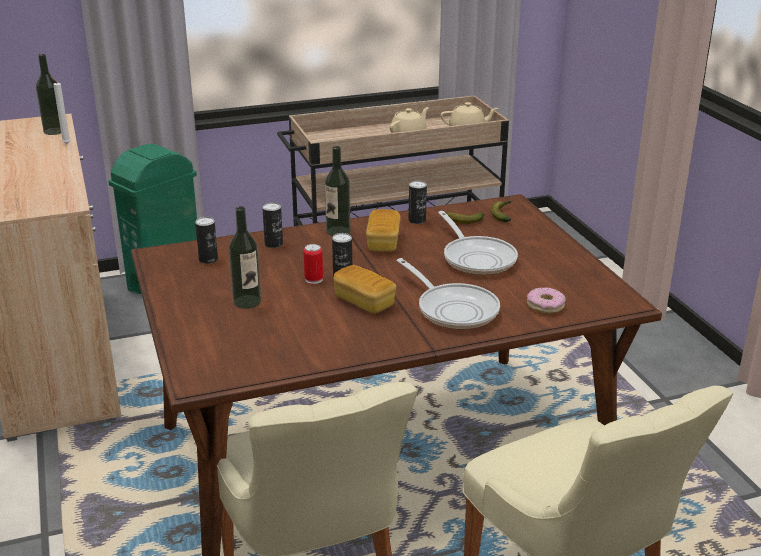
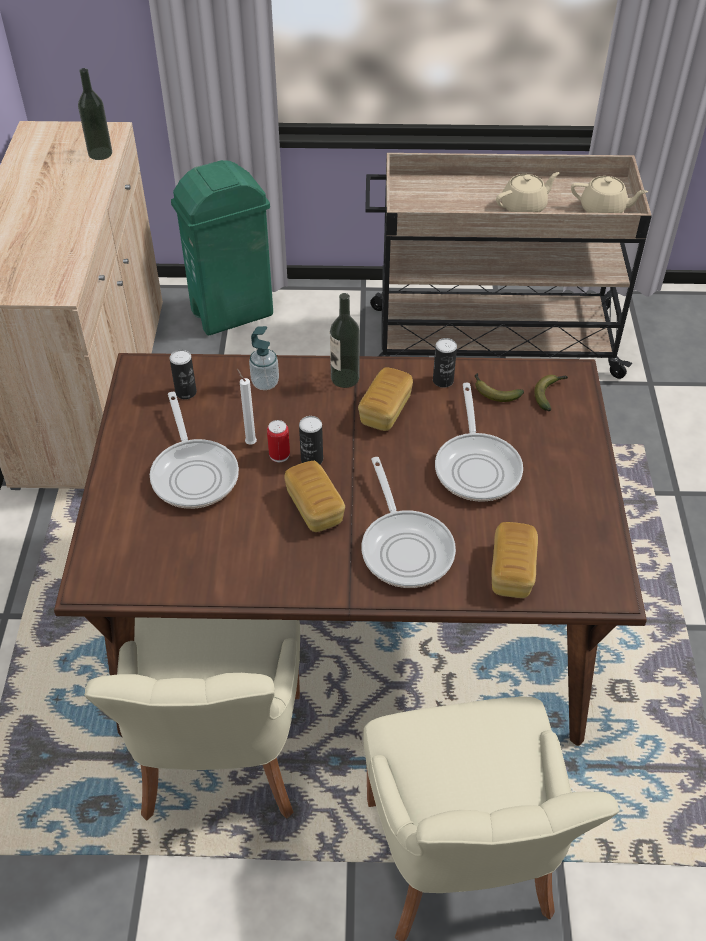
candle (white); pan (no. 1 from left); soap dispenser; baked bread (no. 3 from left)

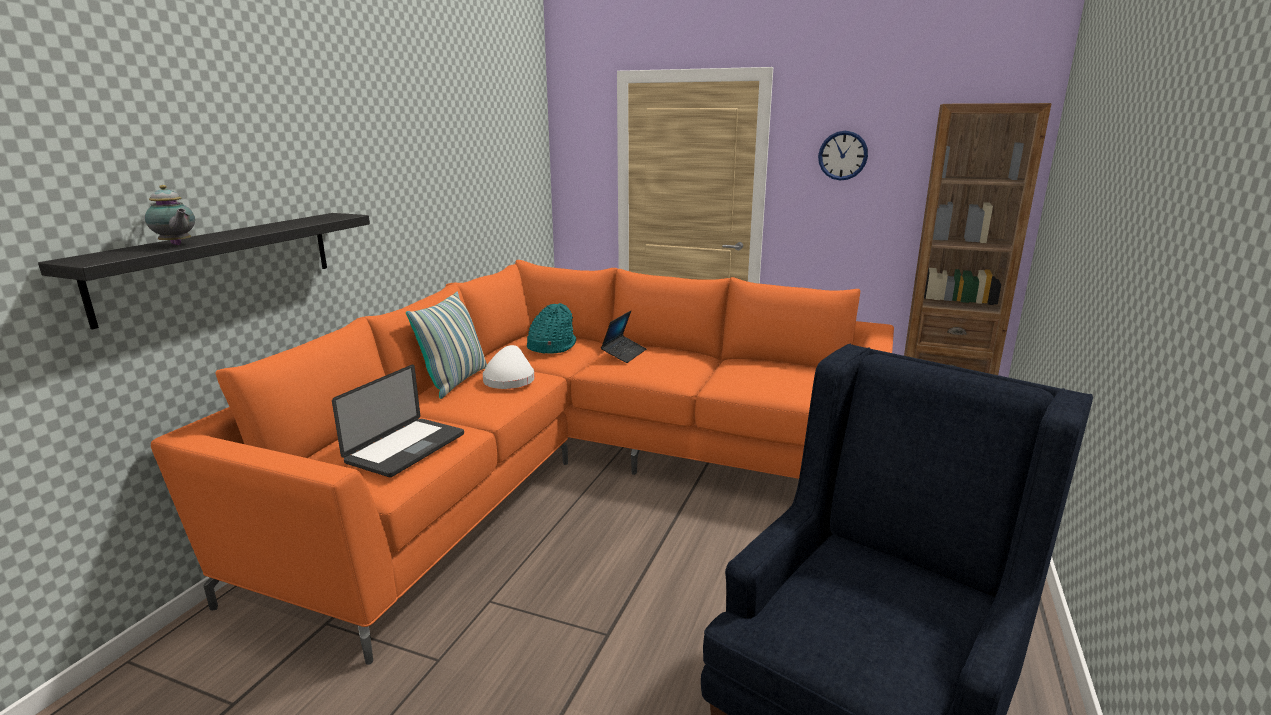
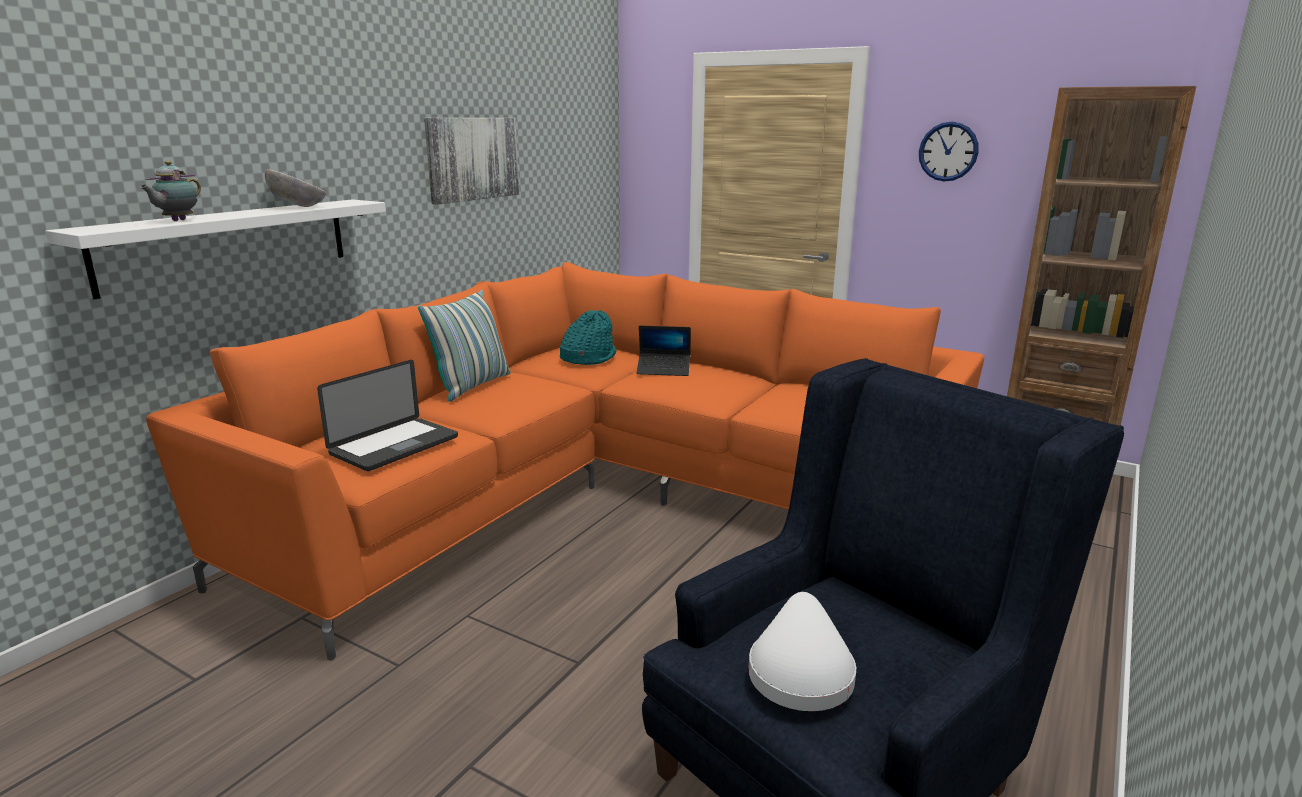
serving bowl; picture; wearable hat (white); shelf (white); teapot; notebook computer (no. 2 from left)

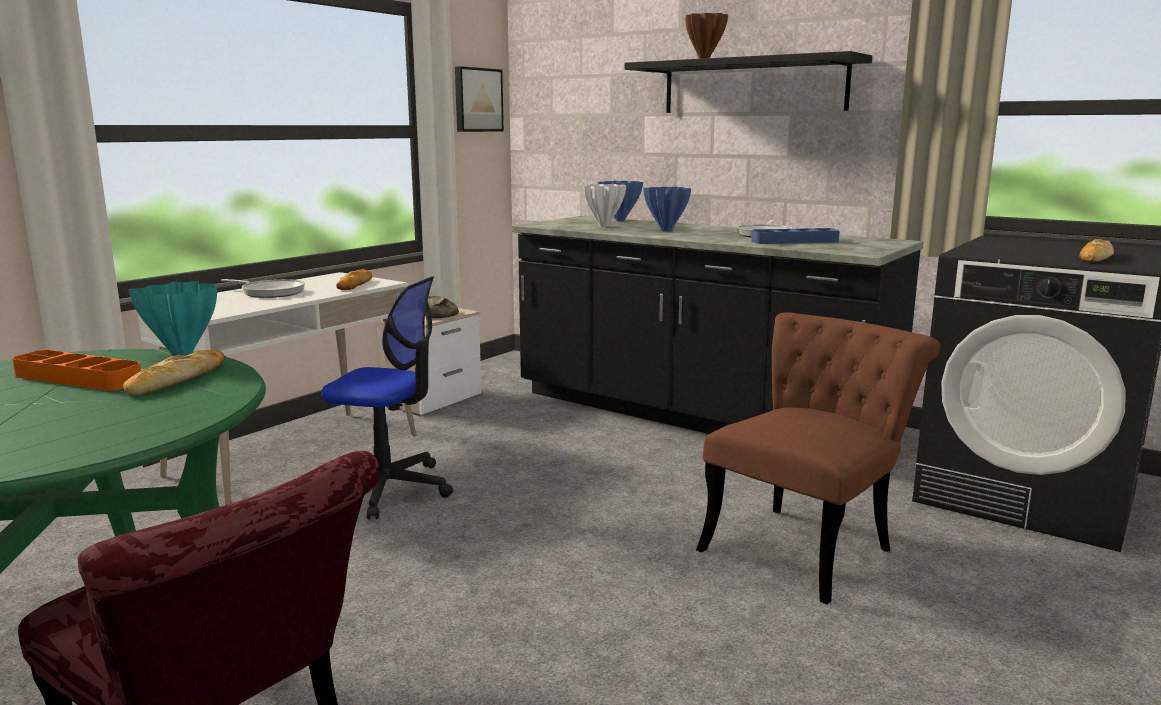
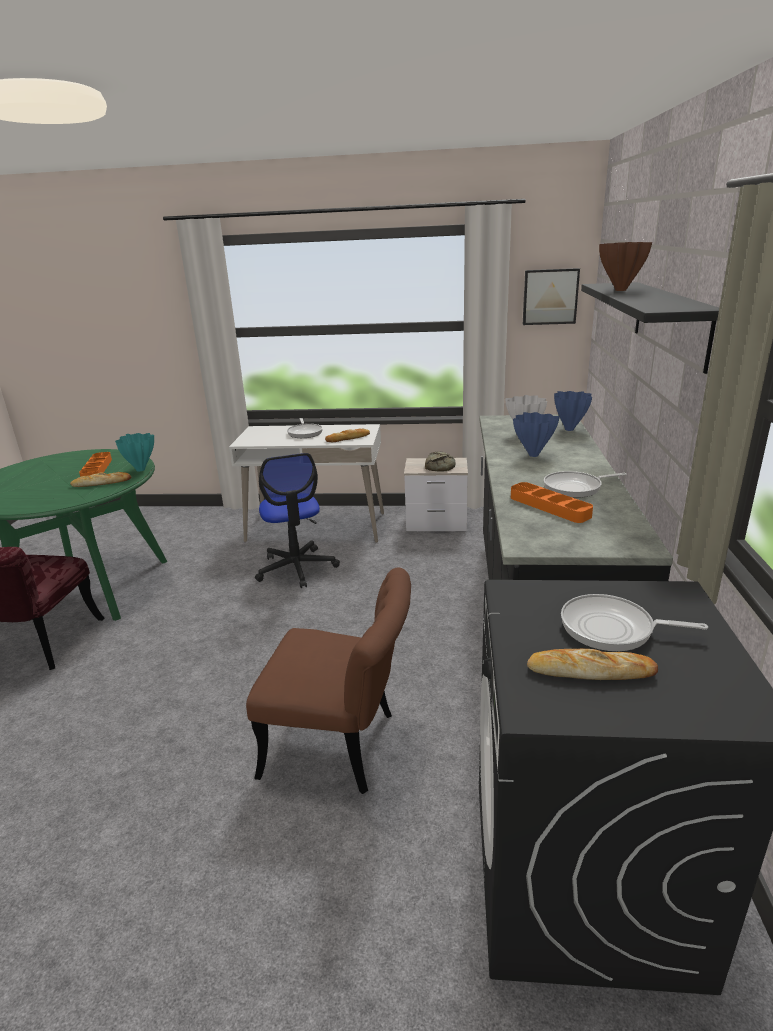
pan (no. 3 from left); tray (orange-coloured) (no. 2 from left)

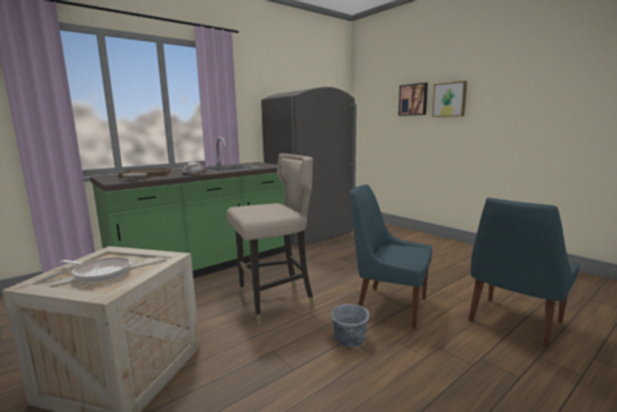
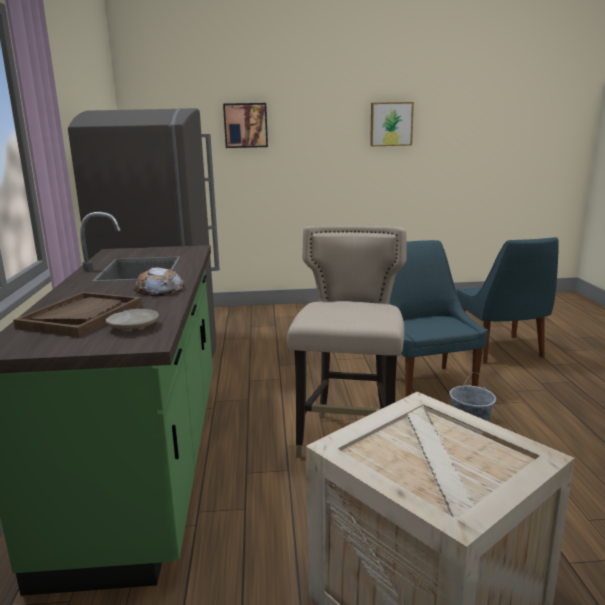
pan; picture (no. 2 from left); plain chair (blue) (no. 1 from left)

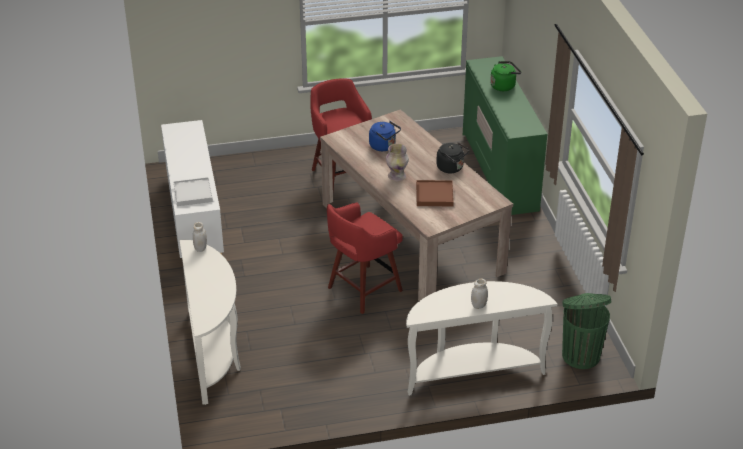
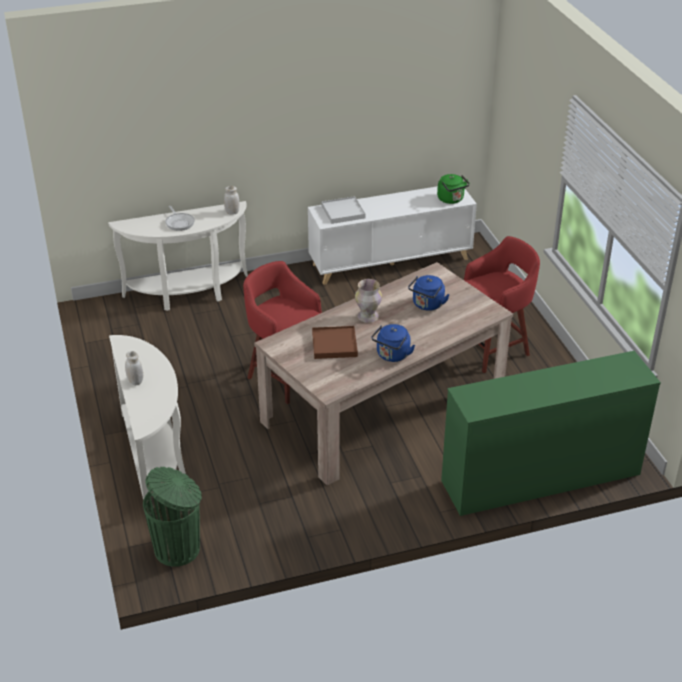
pan; kettle (green); kettle (blue) (no. 1 from left)

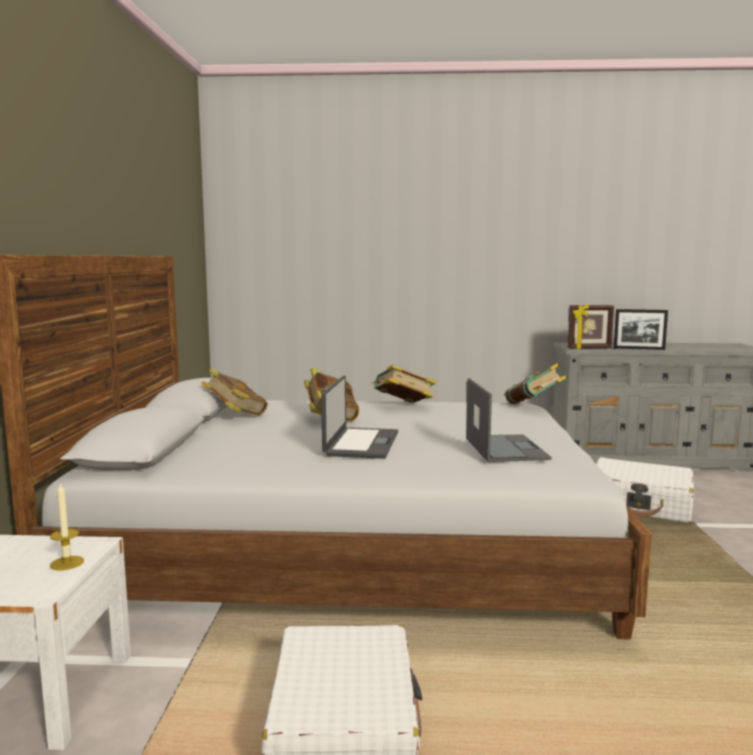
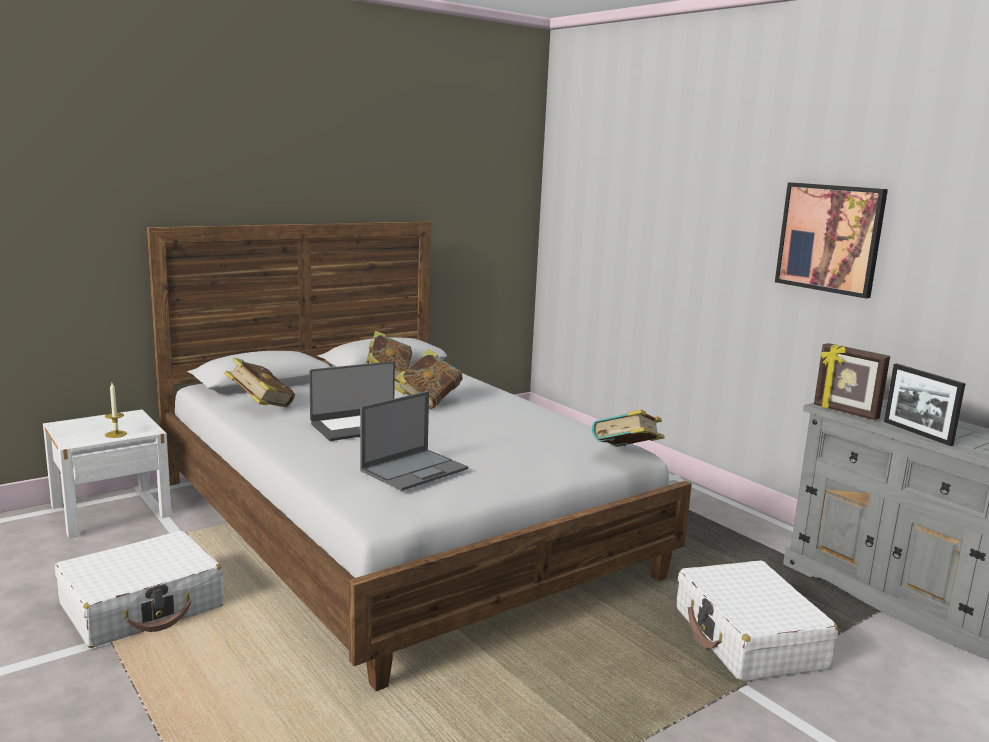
picture; bound book (no. 1 from left)

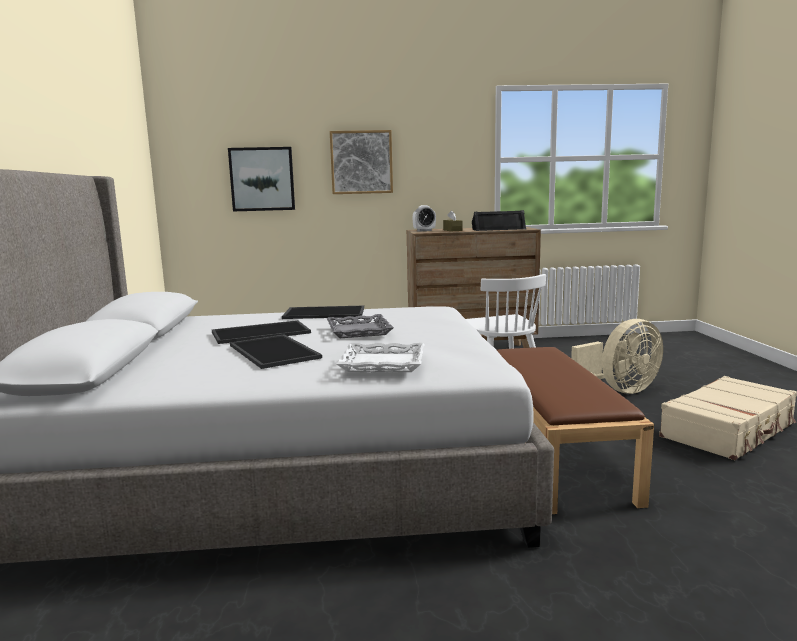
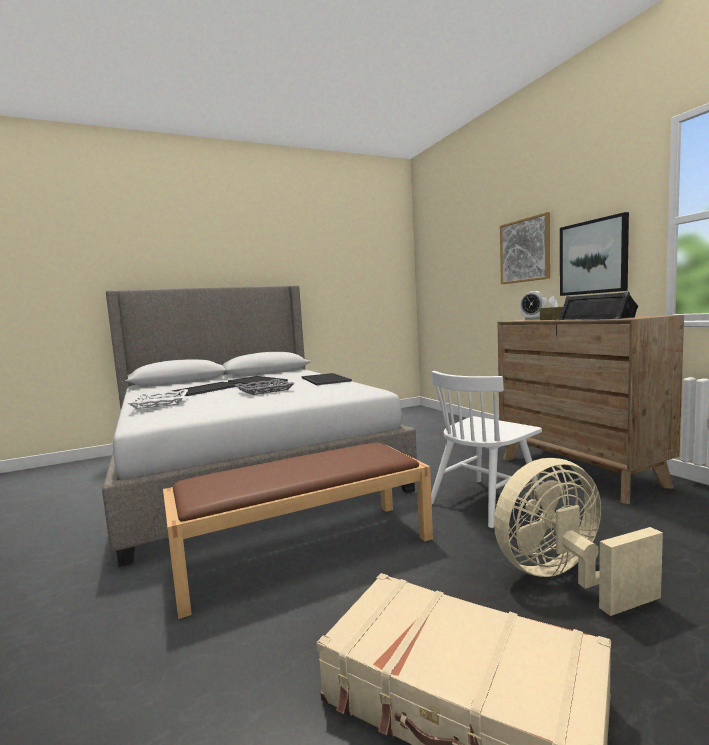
picture (no. 2 from left); cooling fan (sand-coloured)

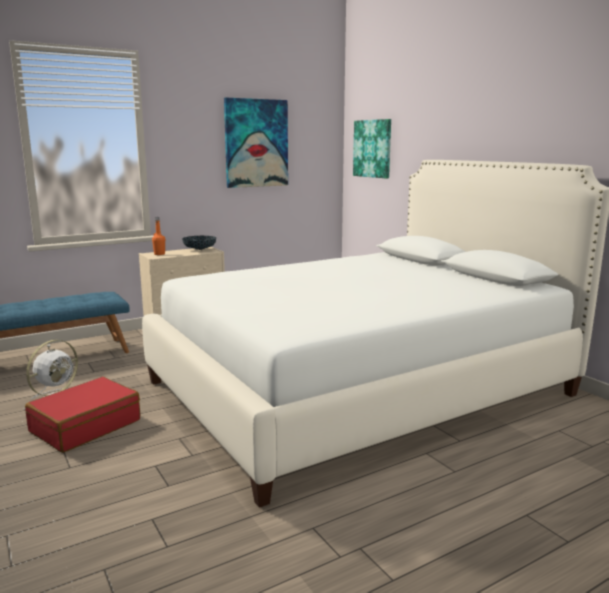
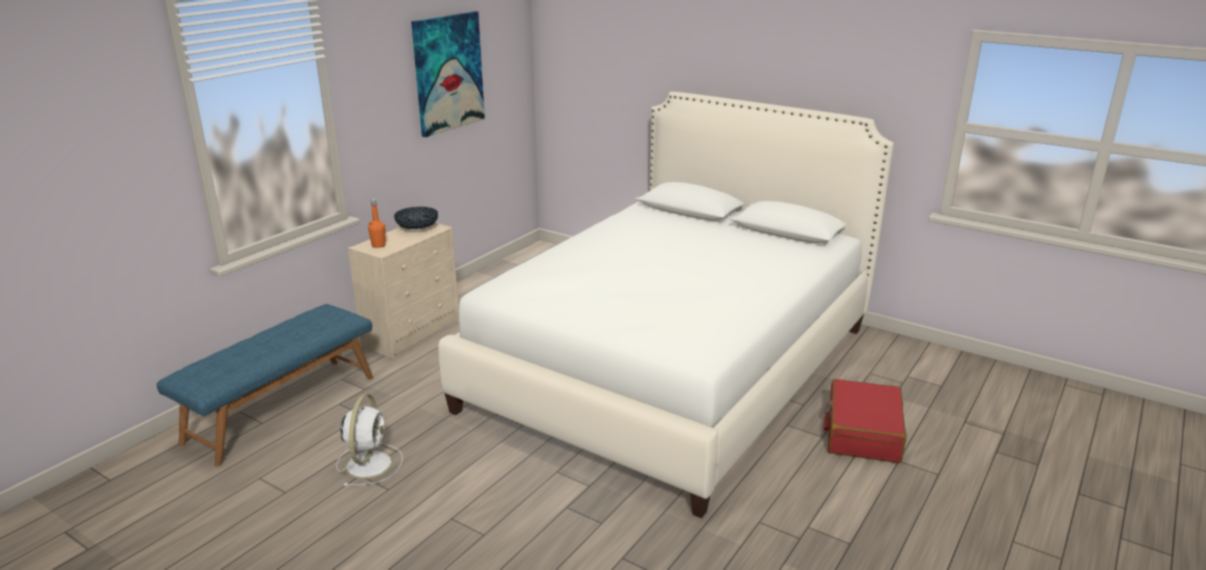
picture (no. 2 from left in the first image); travel case (red-coloured)

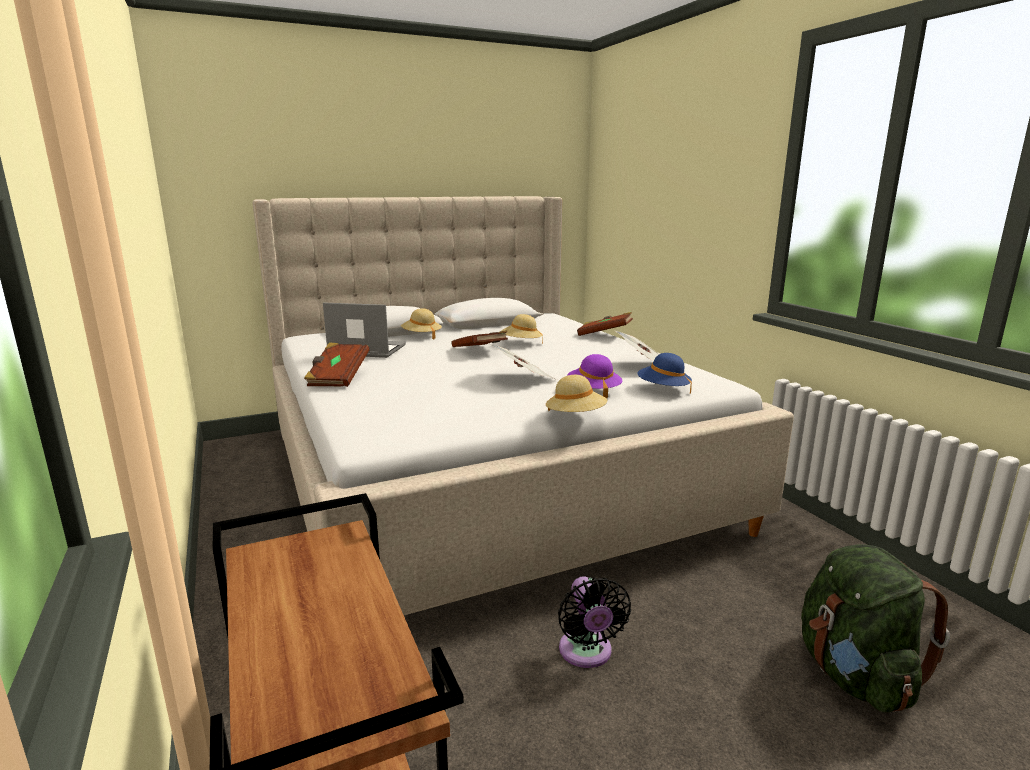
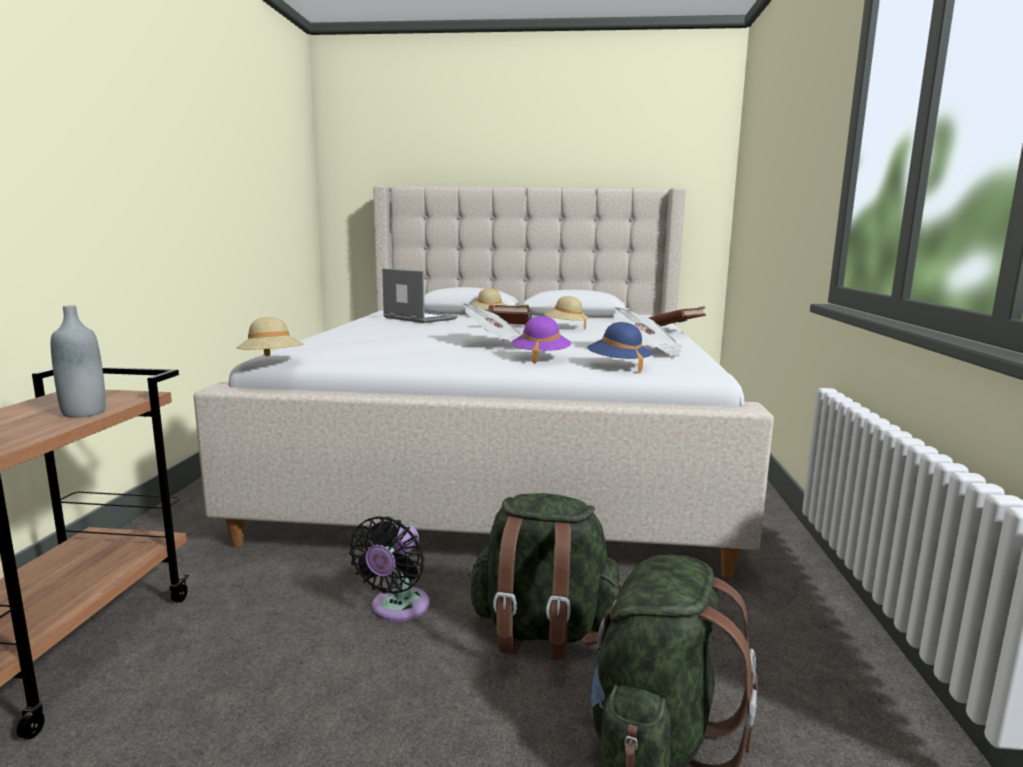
bound book (brownish) (no. 1 from left in the first image); bottle (greyish); knapsack (green) (no. 1 from left); wearable hat (sand-coloured) (no. 1 from left)

